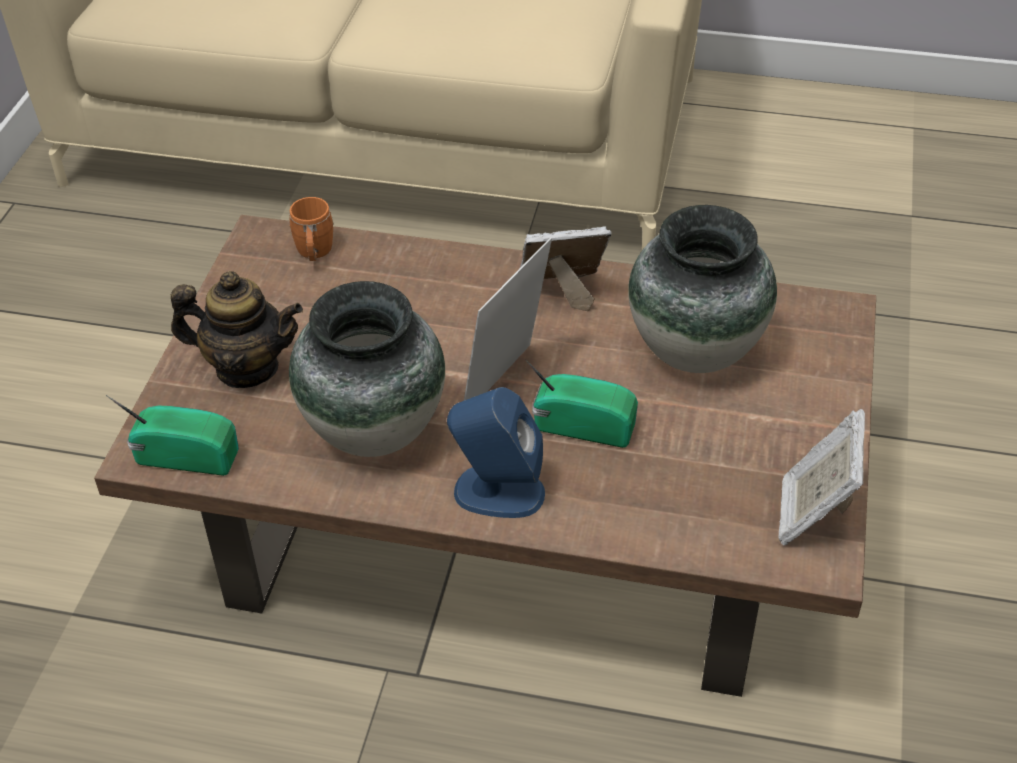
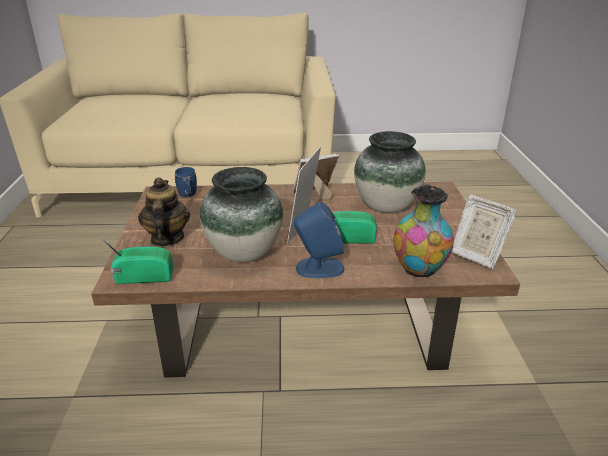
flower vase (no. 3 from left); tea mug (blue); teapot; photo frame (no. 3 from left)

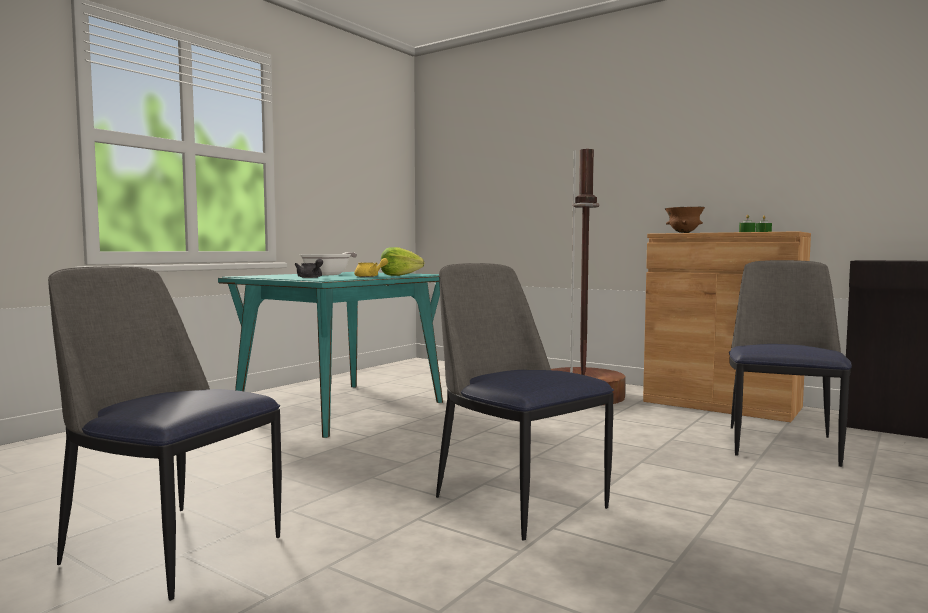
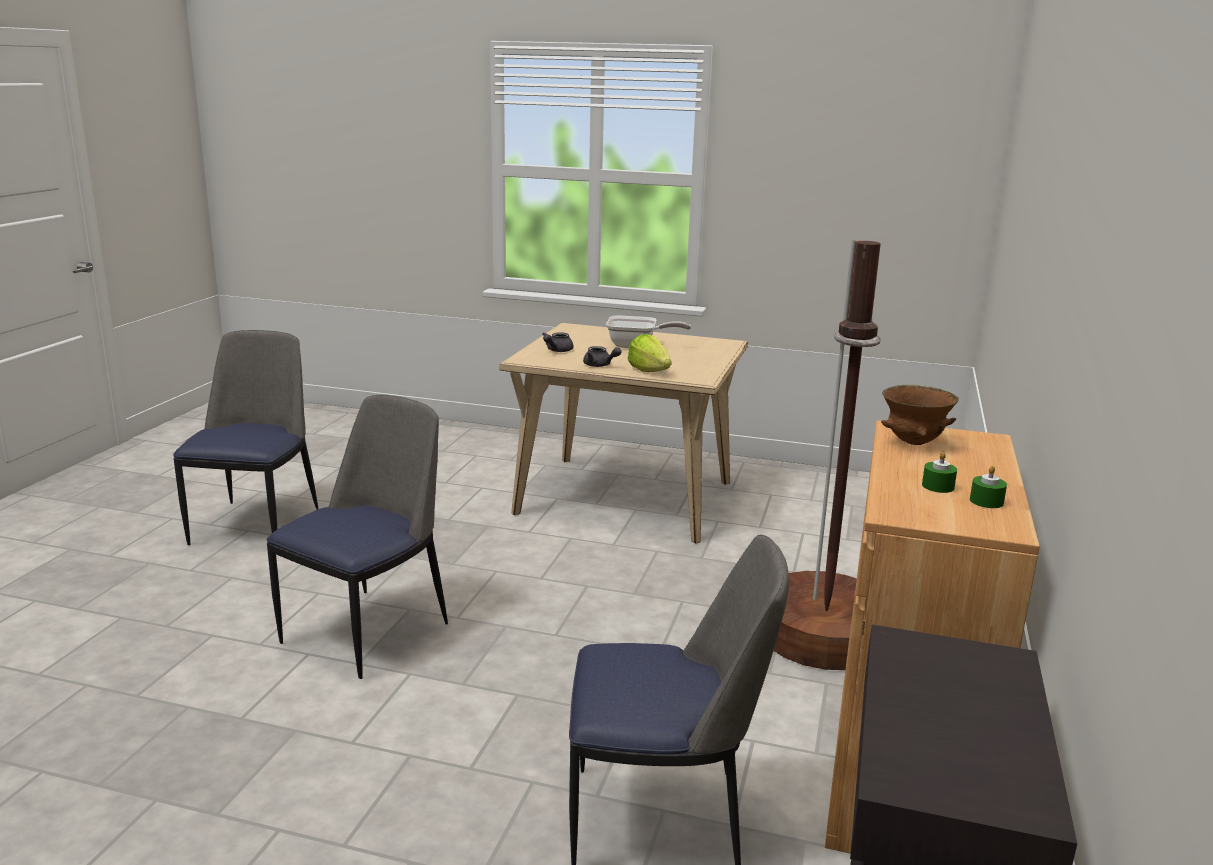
dining table (sand-coloured); teapot (greyish) (no. 2 from left)

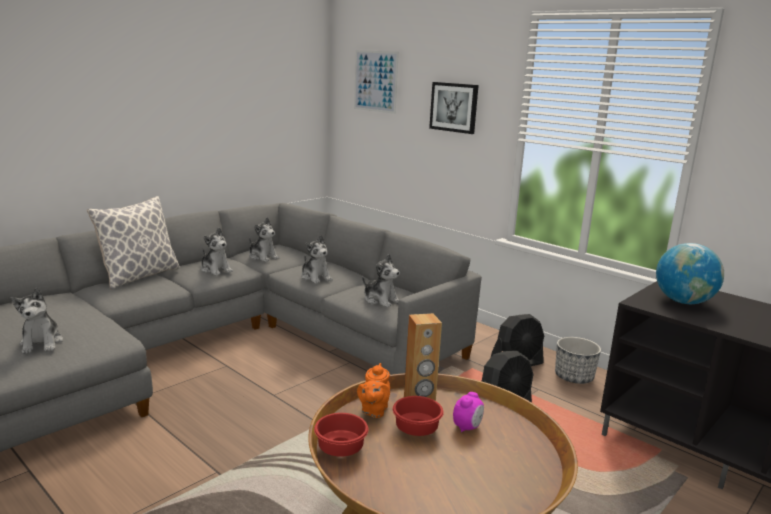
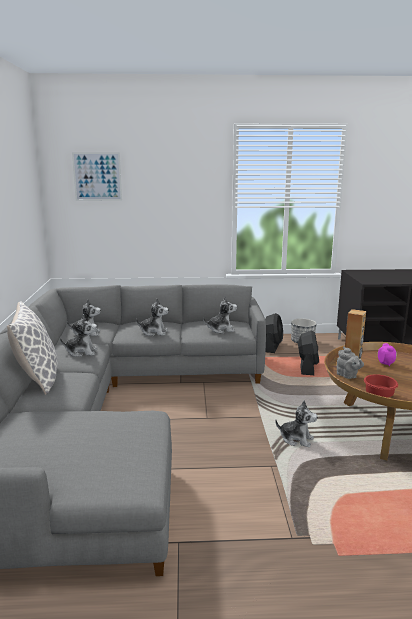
serving bowl (red-coloured) (no. 2 from left in the first image); picture (no. 2 from left in the first image); globe; plush toy (no. 5 from left); teapot (greyish)

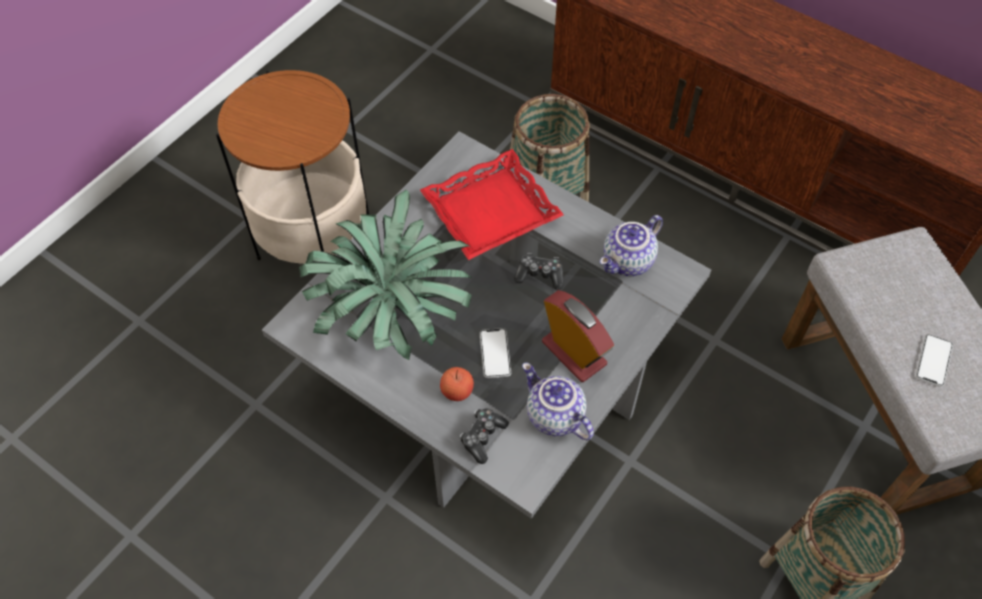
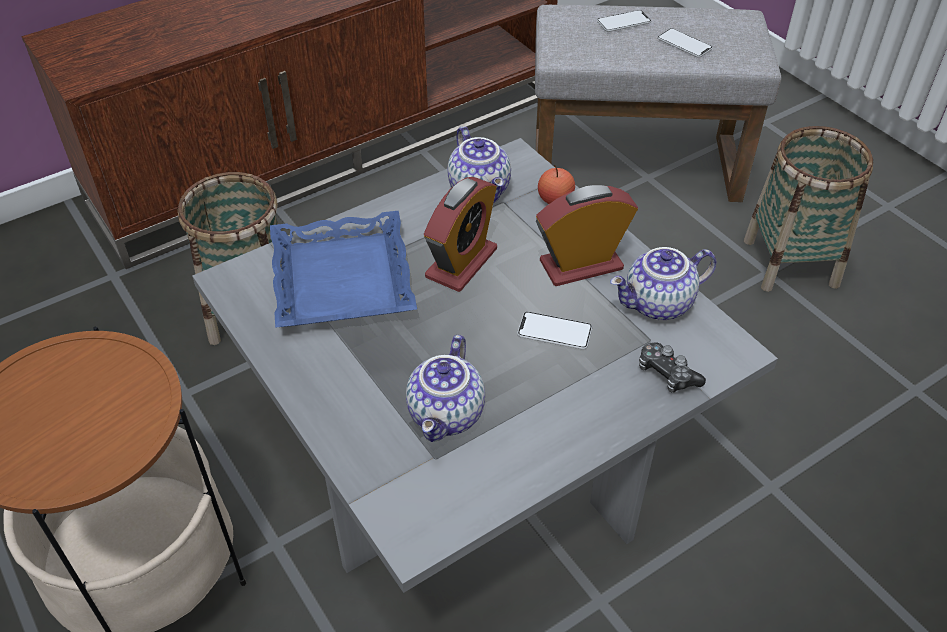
handset (no. 2 from left); apple; teapot (no. 1 from left); alarm clock (no. 1 from left); tray (blue)

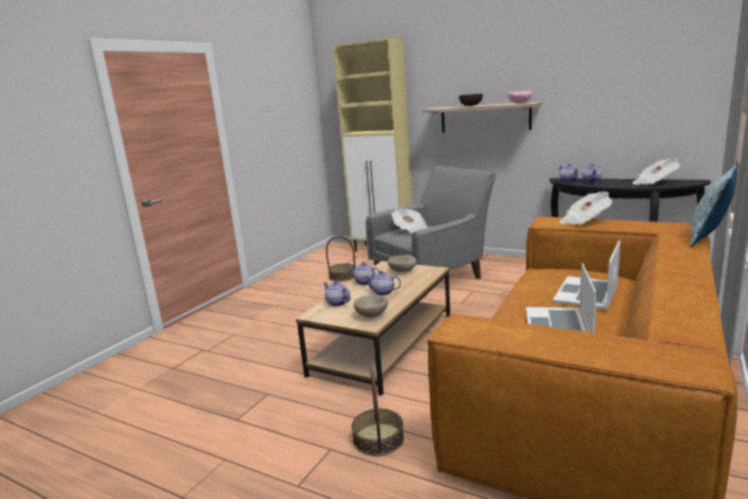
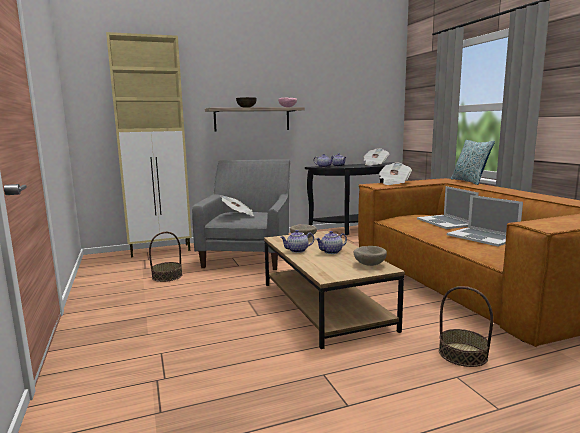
teapot (no. 1 from left in the first image)

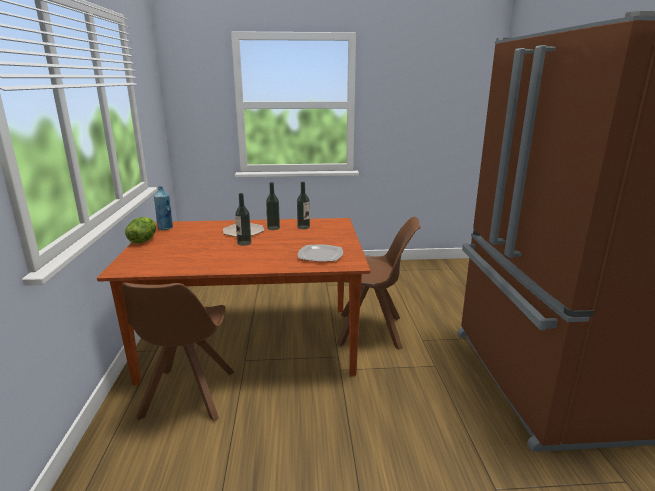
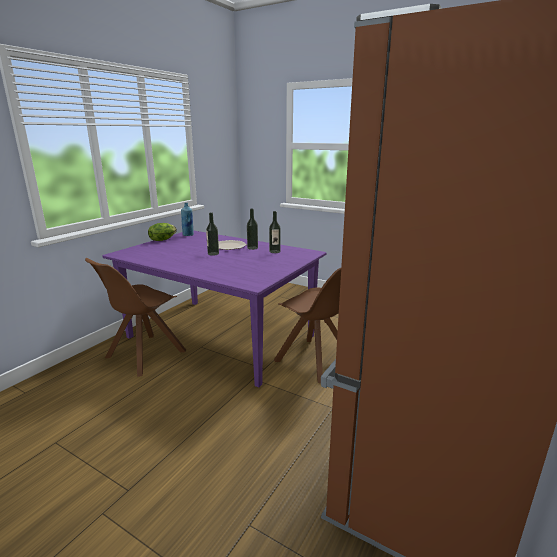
flat dish (no. 2 from left in the first image); dining table (purplish)

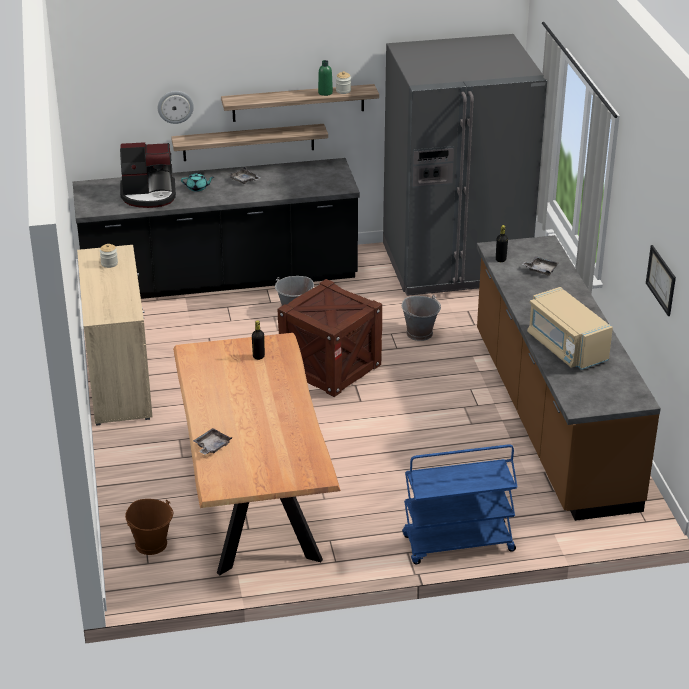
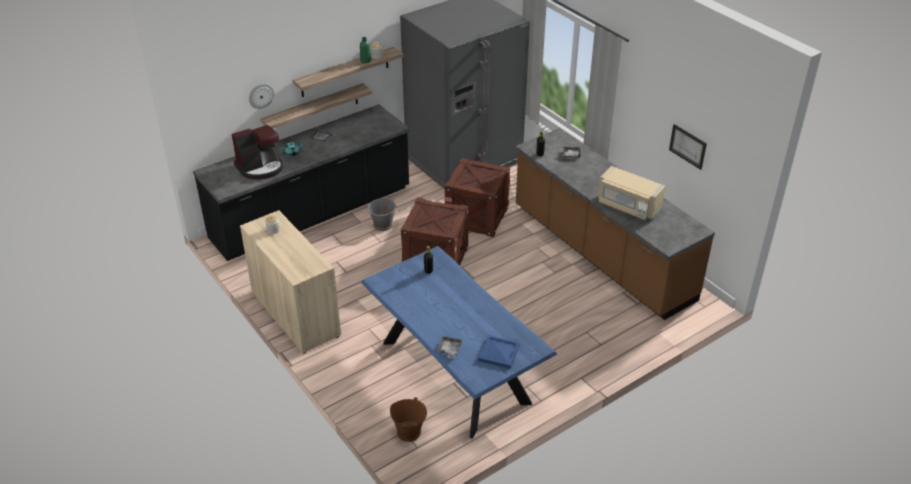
trolley (blue); tray (blue); shipping crate (no. 2 from left); dining table (blue)

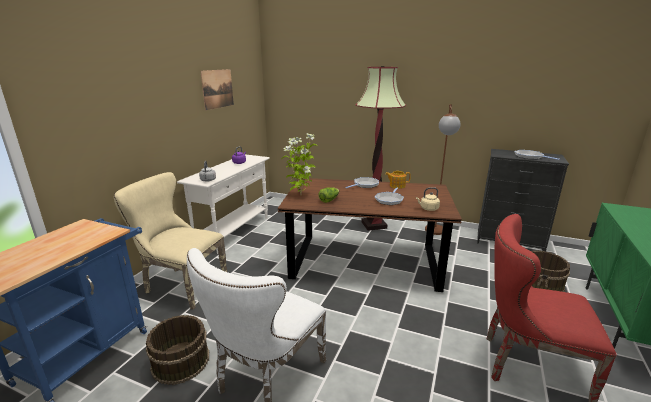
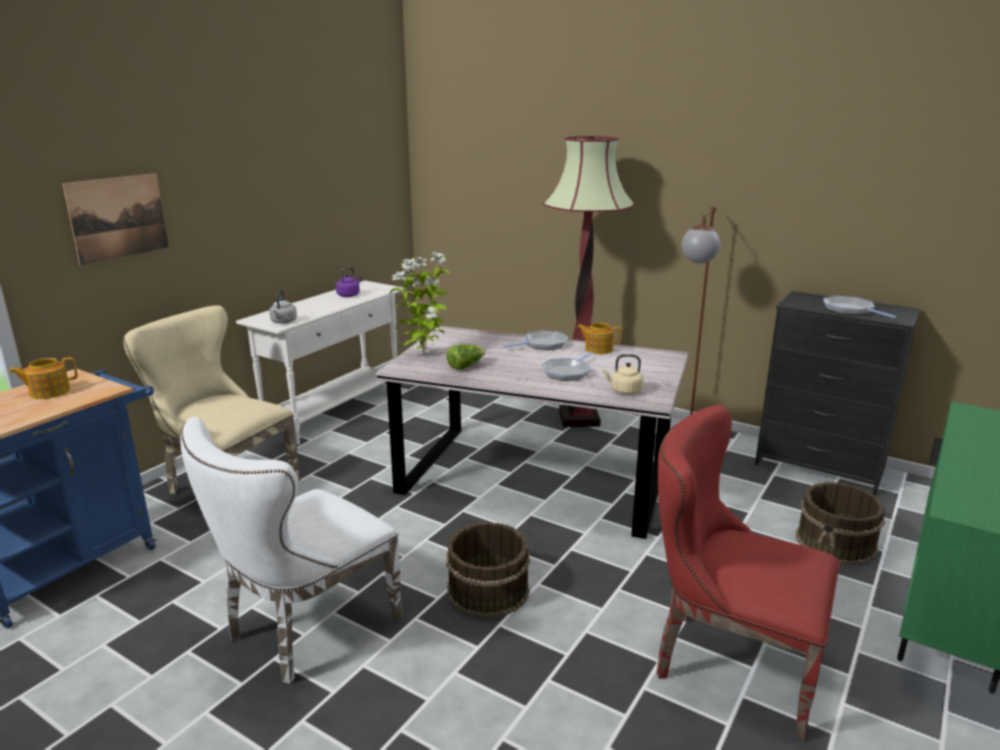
teapot (no. 1 from left); bucket (brownish) (no. 1 from left); picture; dining table (greyish)

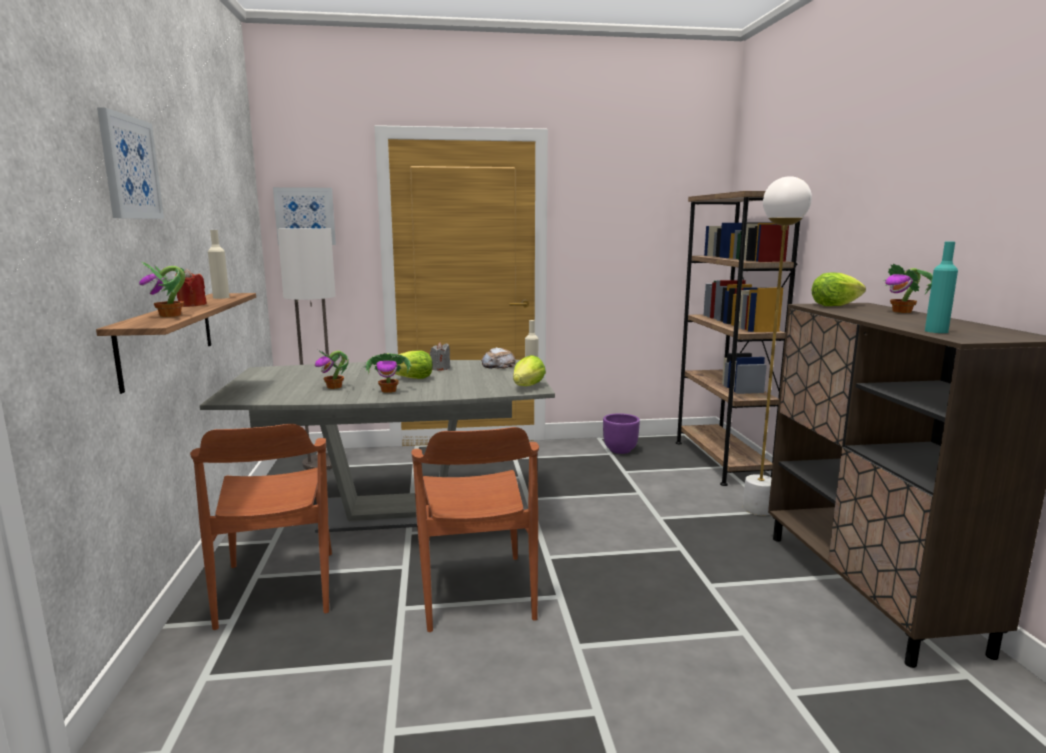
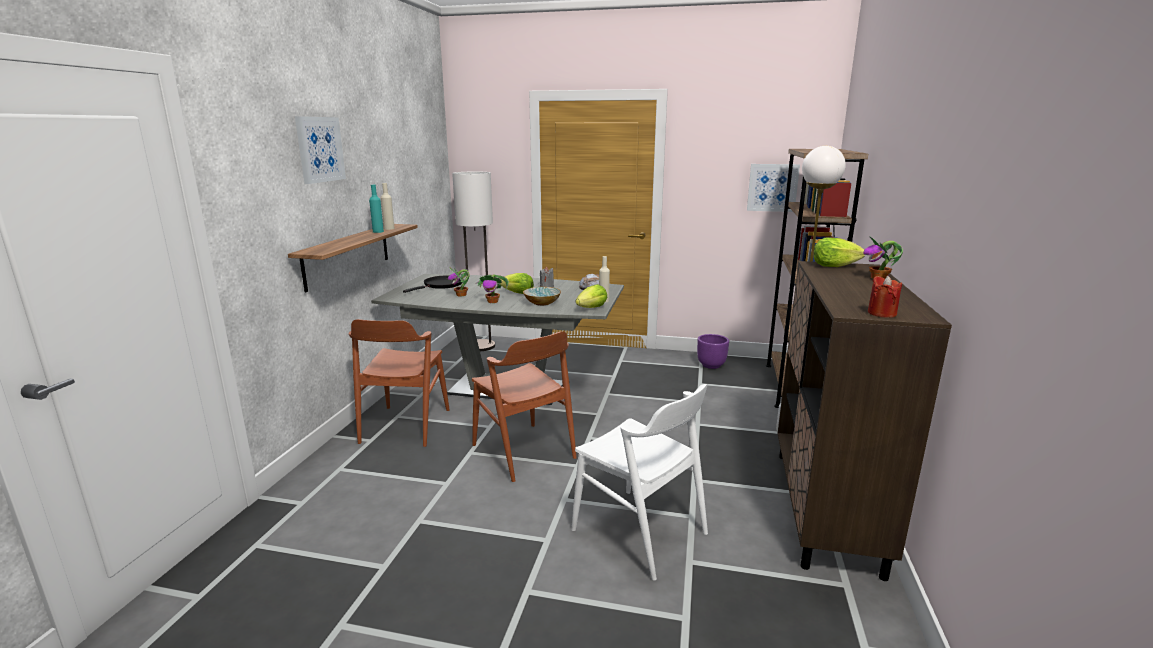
houseplant (no. 1 from left in the first image); pan (blackish); serving bowl; plain chair (white); candle (red-coloured); picture (no. 2 from left); bottle (blue-green); plain chair (brownish) (no. 2 from left)

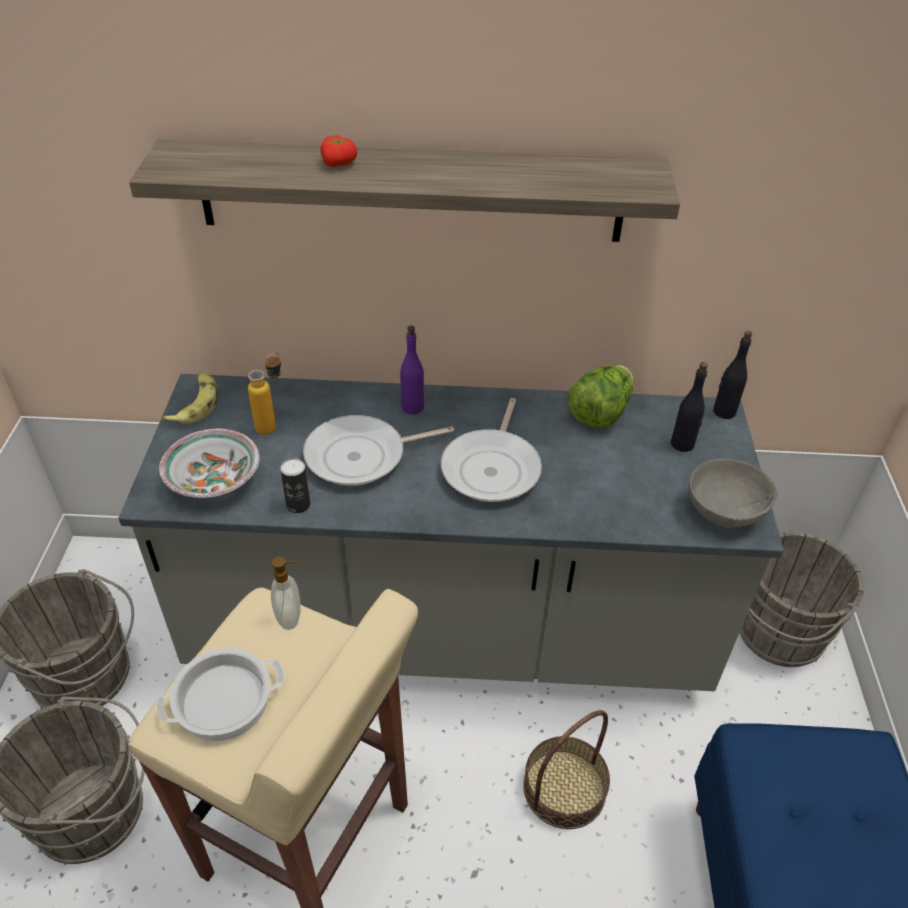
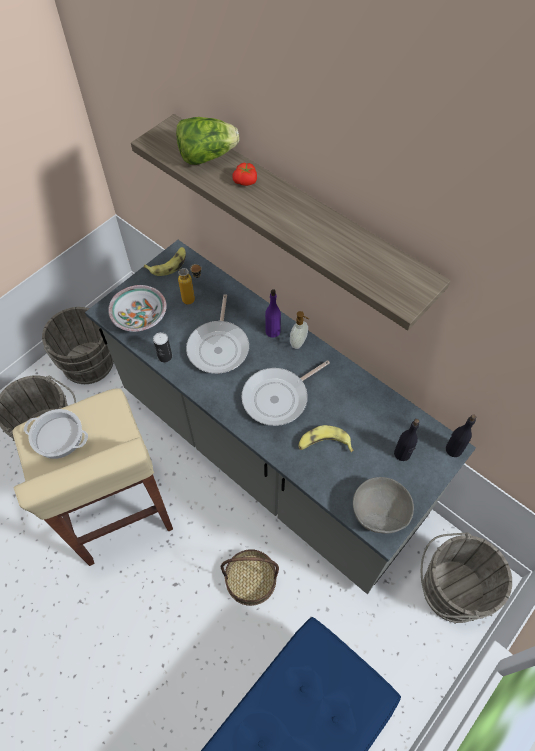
banana (no. 2 from left); soap dispenser; lettuce head; pan (no. 1 from left)

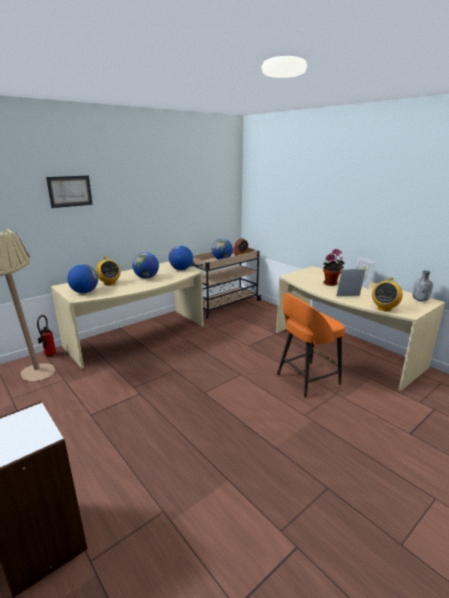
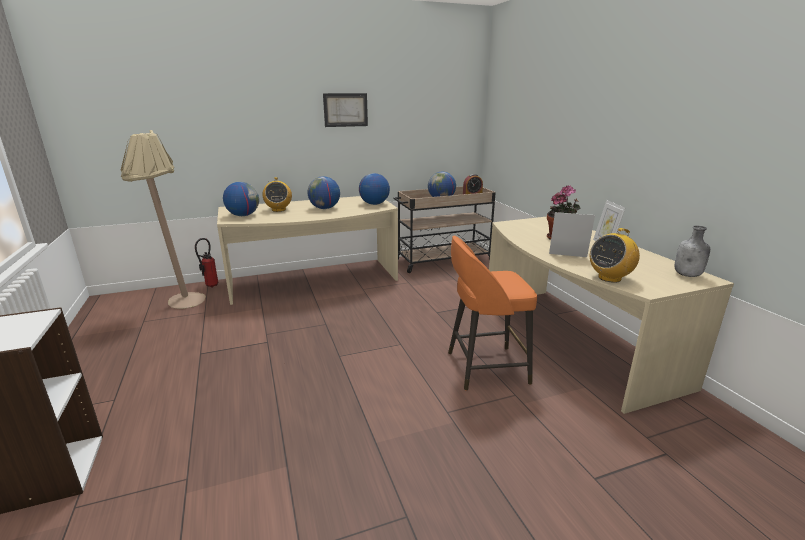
picture

